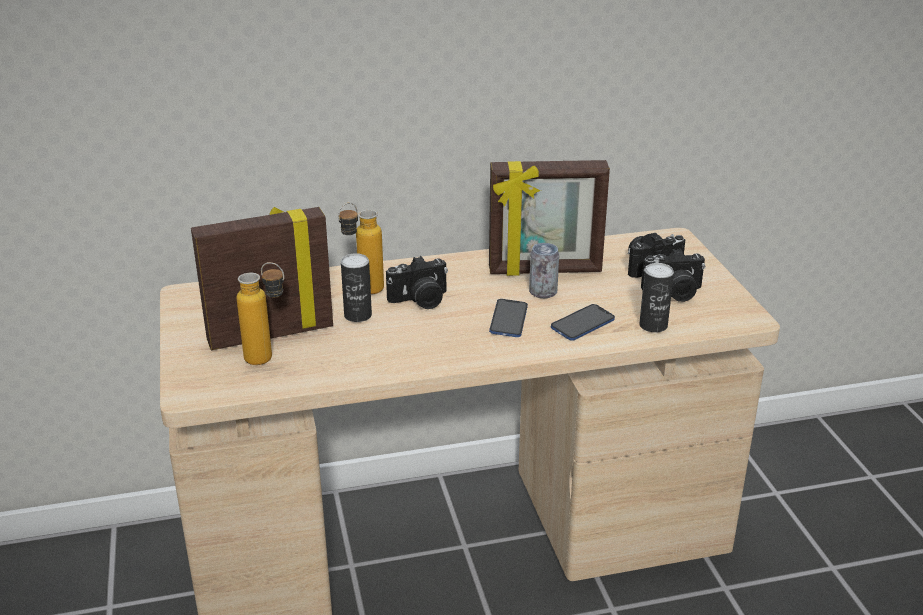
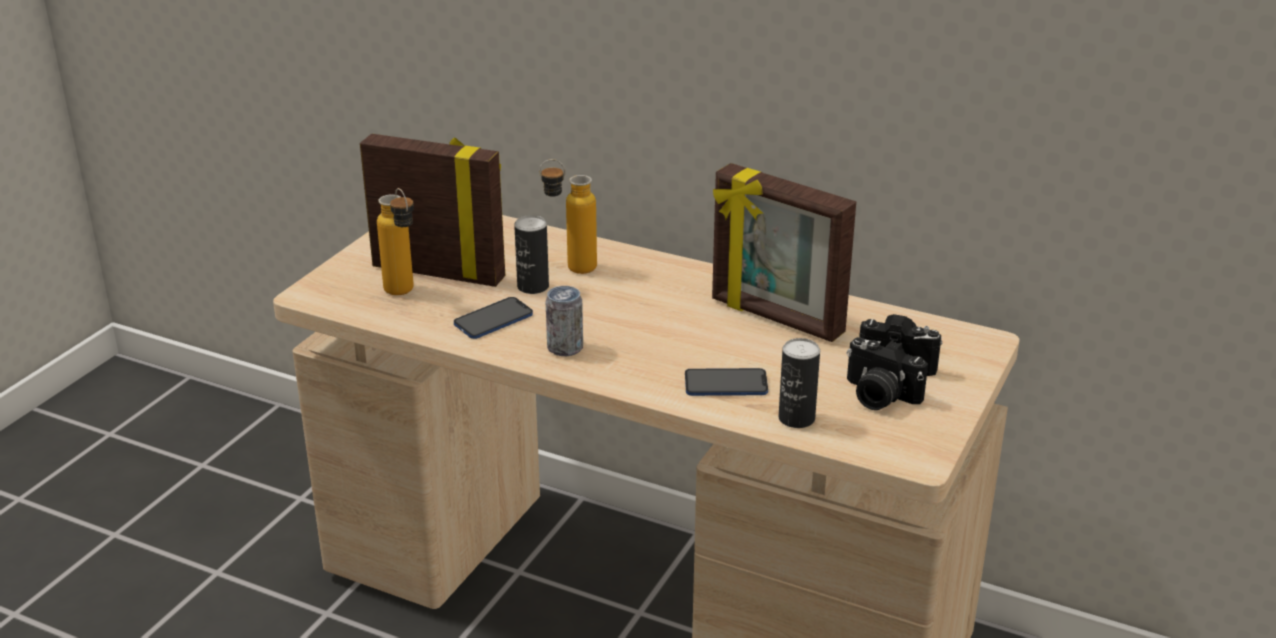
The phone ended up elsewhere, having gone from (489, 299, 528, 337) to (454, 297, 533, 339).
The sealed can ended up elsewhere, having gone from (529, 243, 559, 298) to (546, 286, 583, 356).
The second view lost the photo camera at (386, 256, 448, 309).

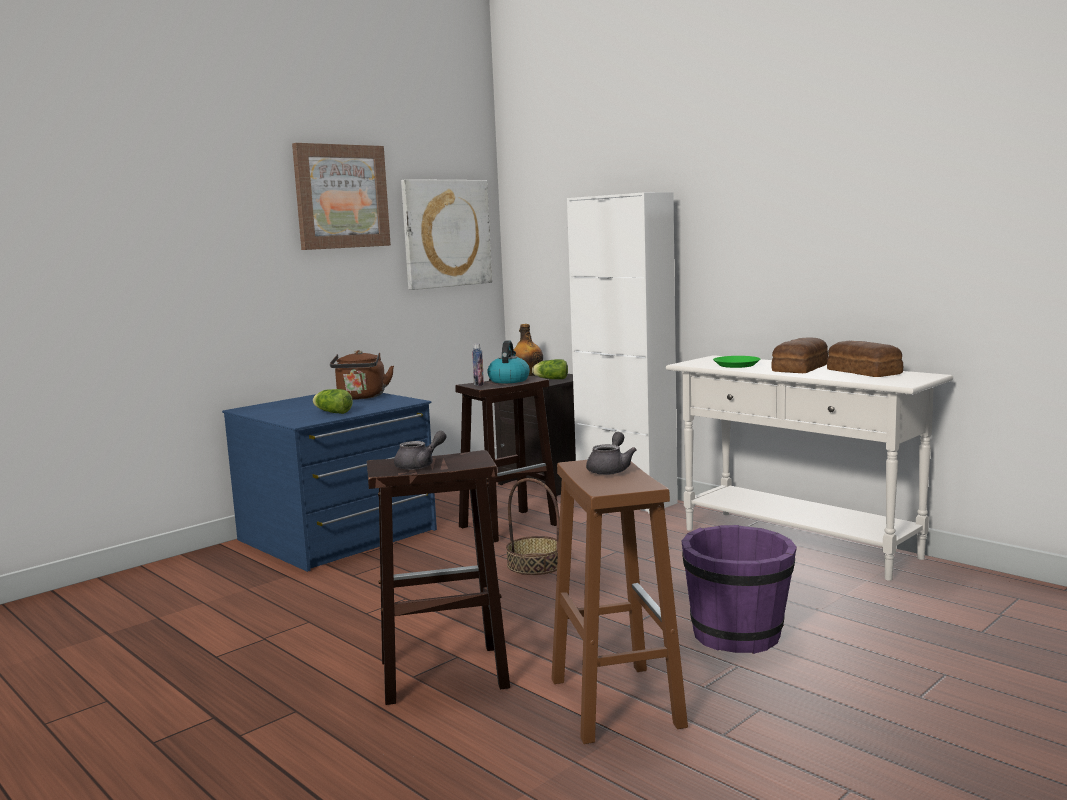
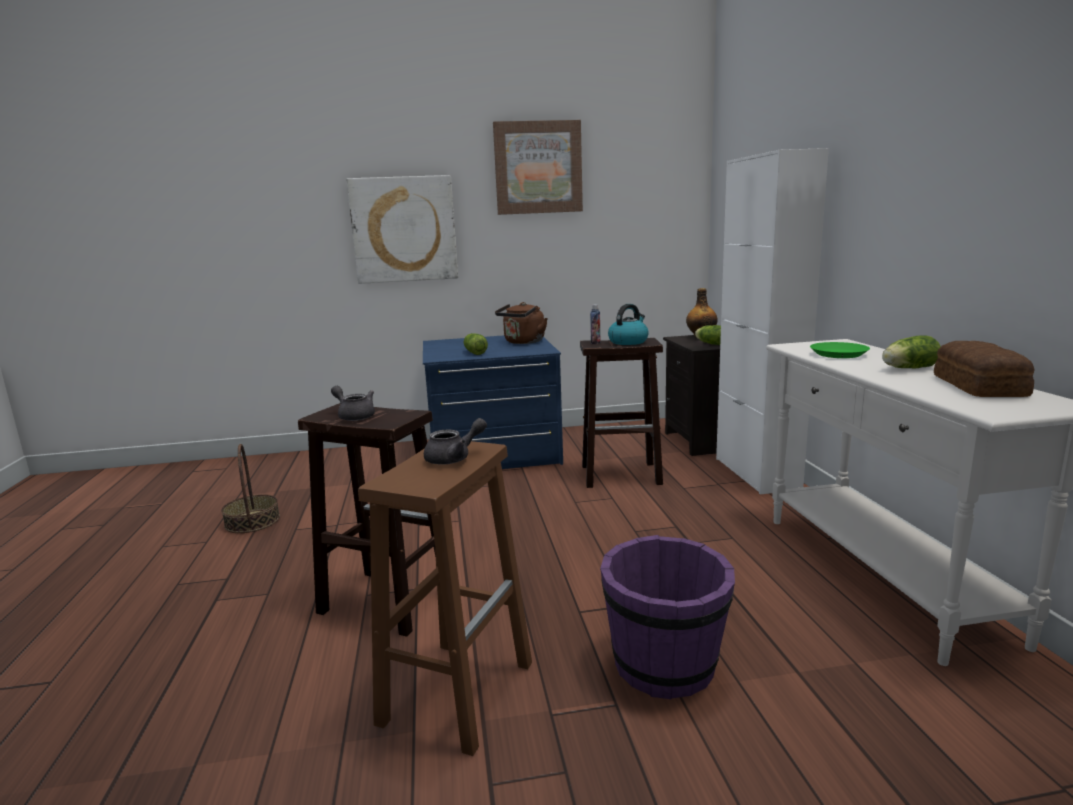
The storage basket ended up elsewhere, having gone from (506, 478, 560, 575) to (221, 444, 280, 533).
The grey pot for tea at (394, 431, 447, 470) ended up facing another way, 135 degrees counterclockwise from before.
The wall picture ended up elsewhere, having gone from (401, 179, 492, 290) to (346, 175, 458, 284).
Where the bread stood at (771, 338, 828, 373), the lettuce came to stand at (882, 335, 941, 369).

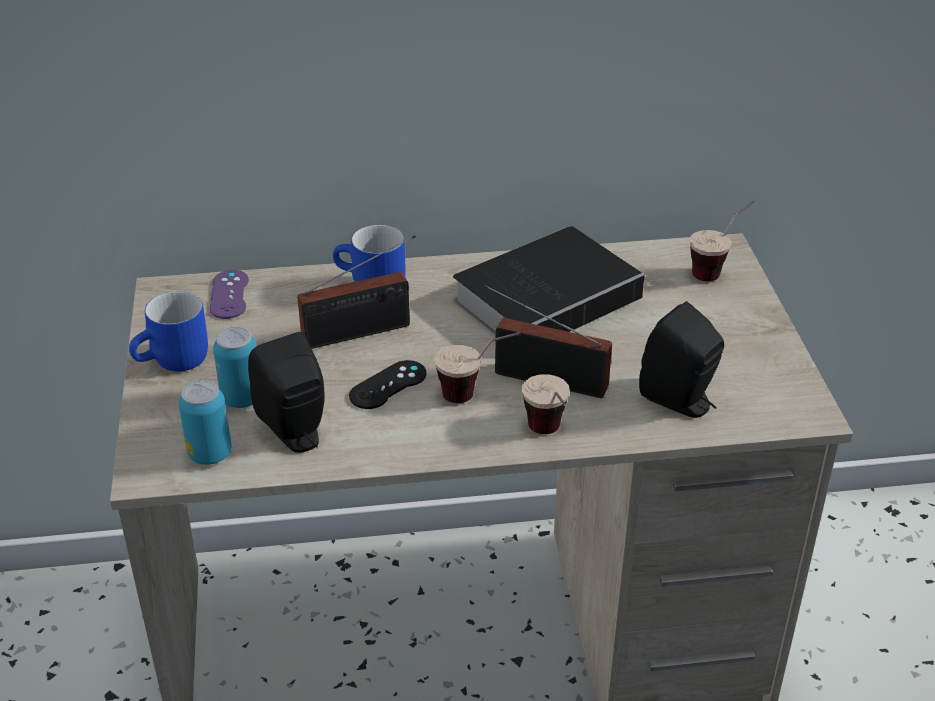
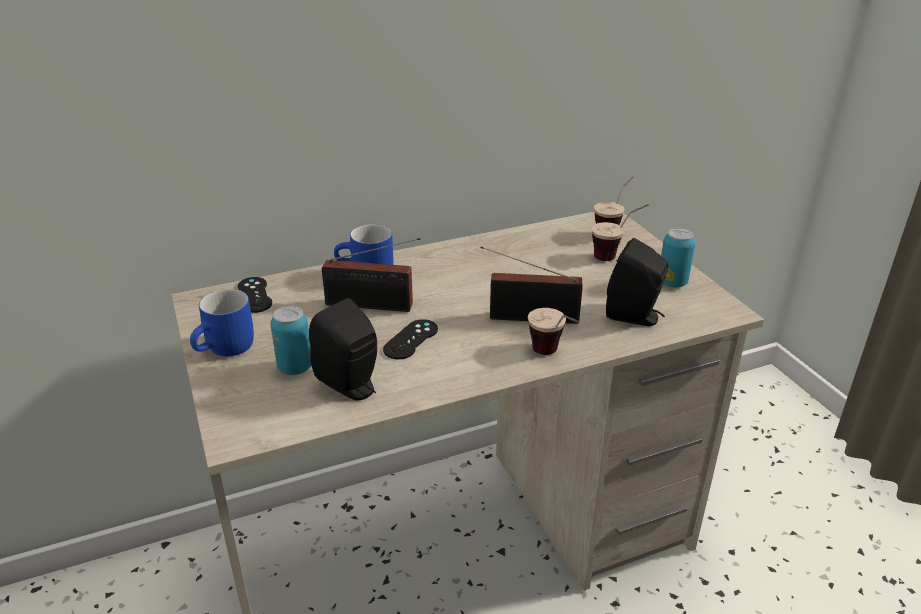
What was the purple joypad at (210, 270, 249, 319) turned into the blackish joypad at (238, 277, 272, 313).
The radio at (297, 235, 416, 349) ended up facing another way, 45 degrees clockwise from before.
The cup ended up elsewhere, having gone from (434, 332, 520, 403) to (592, 204, 649, 261).
The sealed can ended up elsewhere, having gone from (179, 380, 232, 465) to (661, 228, 695, 287).
The second view lost the volume at (453, 226, 659, 335).

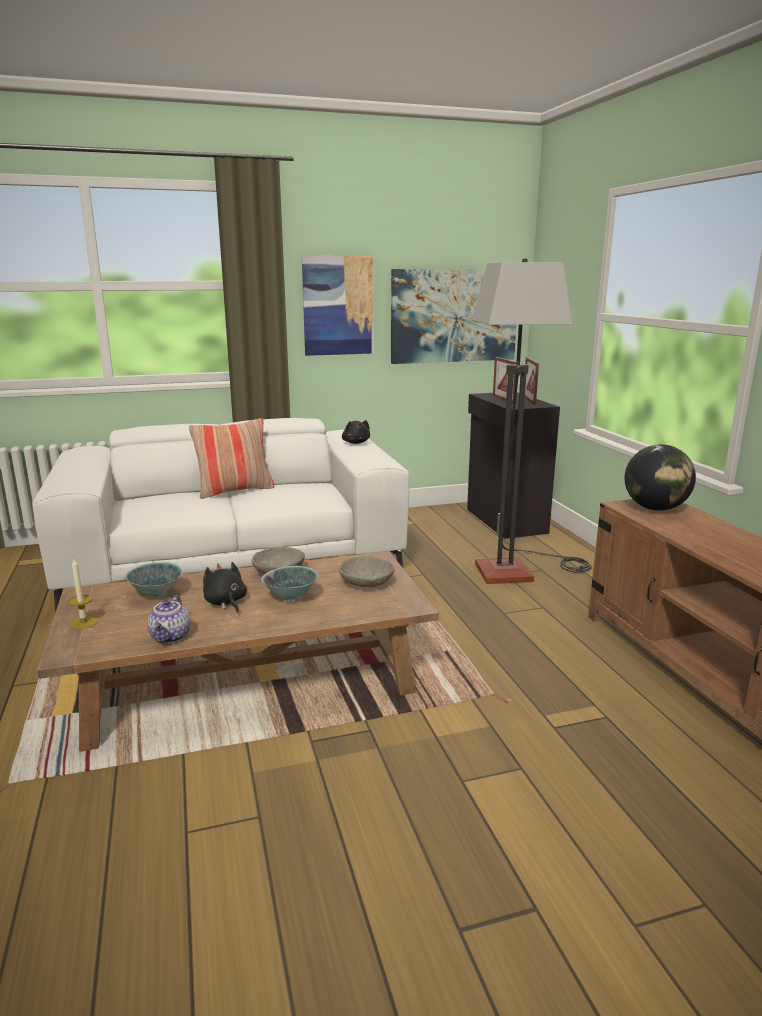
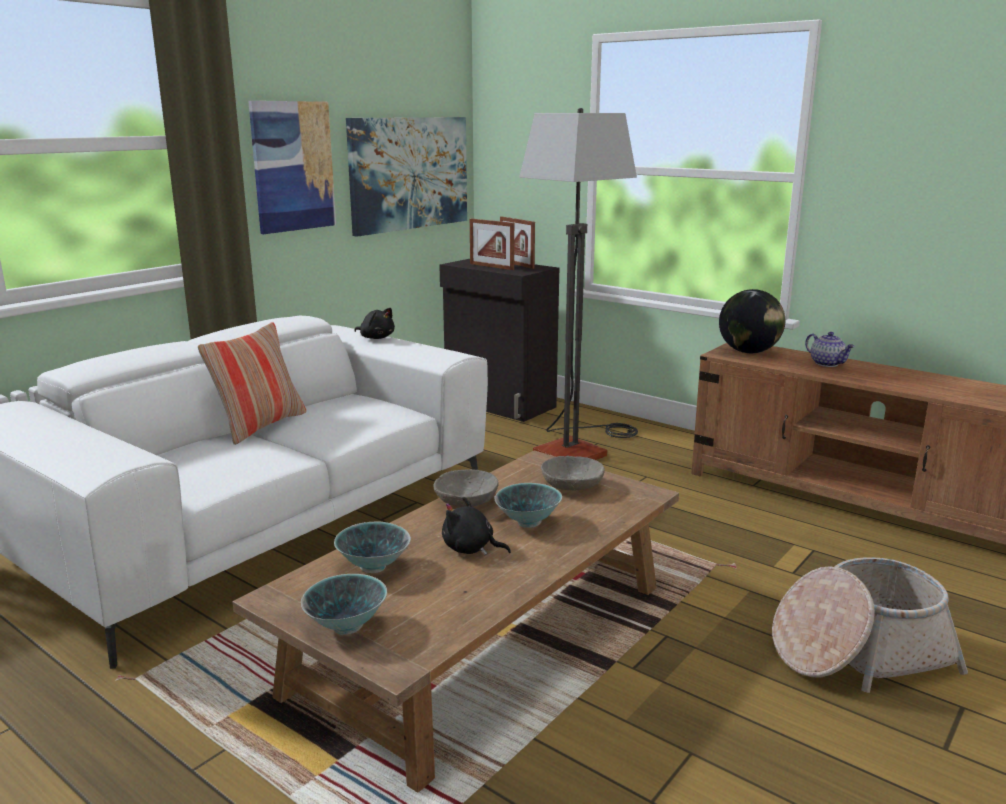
Where the candle stood at (68, 559, 98, 629), the serving bowl came to stand at (301, 574, 387, 635).
The second view gained the storage basket at (772, 557, 968, 693).
The pot for tea ended up elsewhere, having gone from (147, 595, 191, 643) to (805, 332, 855, 367).

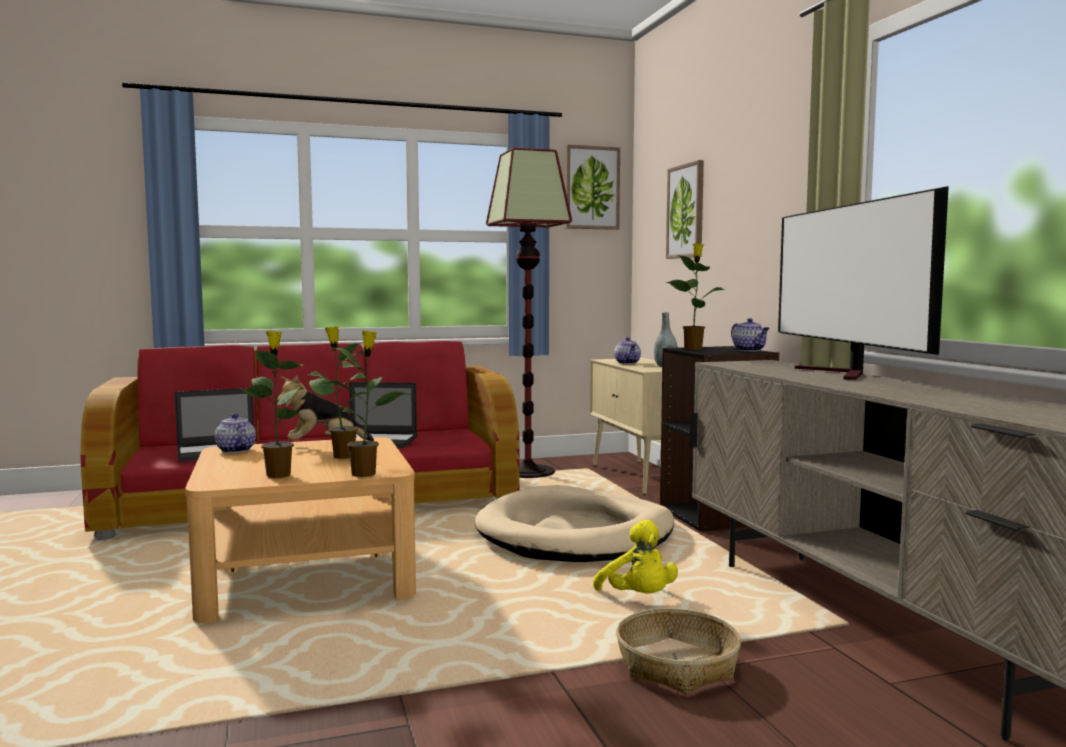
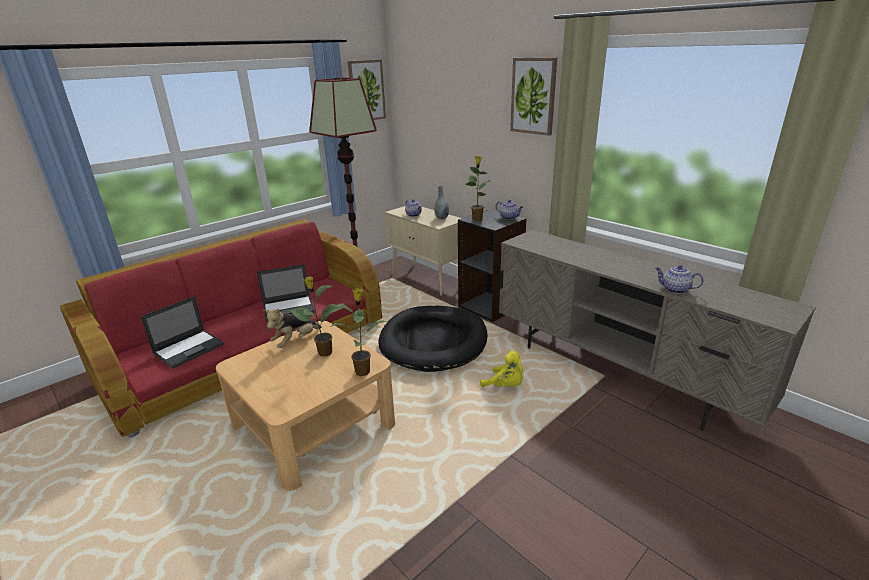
What was the beige pet bed at (475, 485, 674, 562) turned into the blackish pet bed at (378, 306, 487, 372).
The wall picture ended up elsewhere, having gone from (666, 160, 704, 259) to (510, 57, 557, 136).
The pot for tea ended up elsewhere, having gone from (215, 413, 256, 453) to (655, 265, 704, 294).
The second view lost the houseplant at (242, 331, 304, 478).
The second view lost the storage basket at (616, 608, 741, 694).
The second view lost the TV at (778, 186, 949, 380).

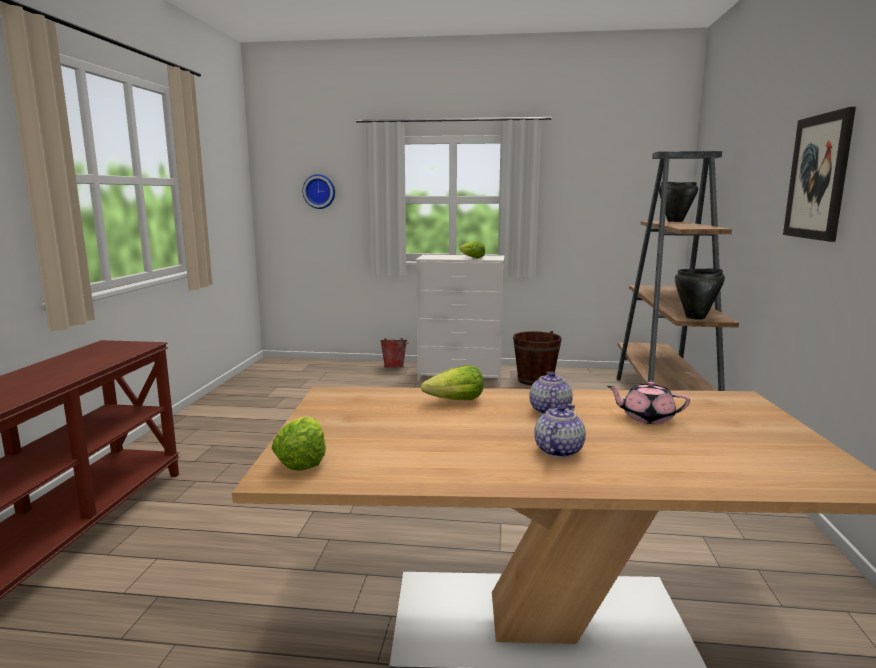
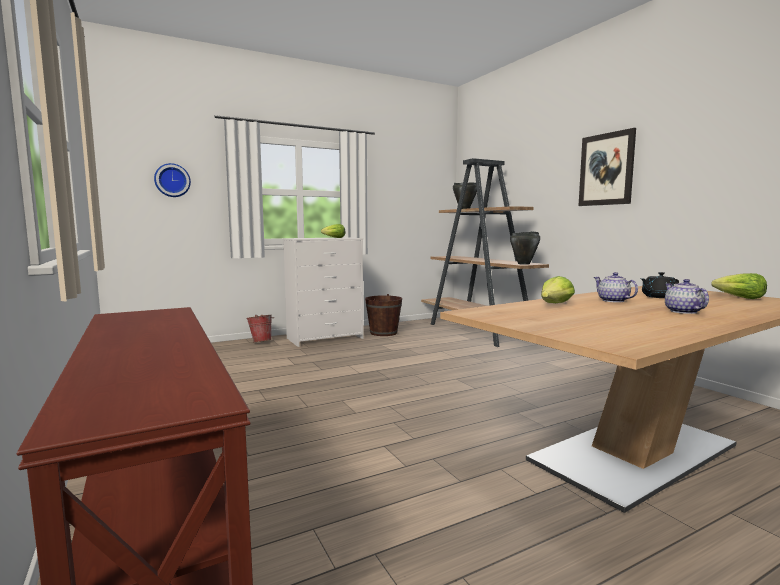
What was the pinkish pot for tea at (607, 381, 690, 424) turned into the blackish pot for tea at (641, 272, 679, 298).
The lettuce ended up elsewhere, having gone from (272, 416, 326, 471) to (711, 273, 767, 299).

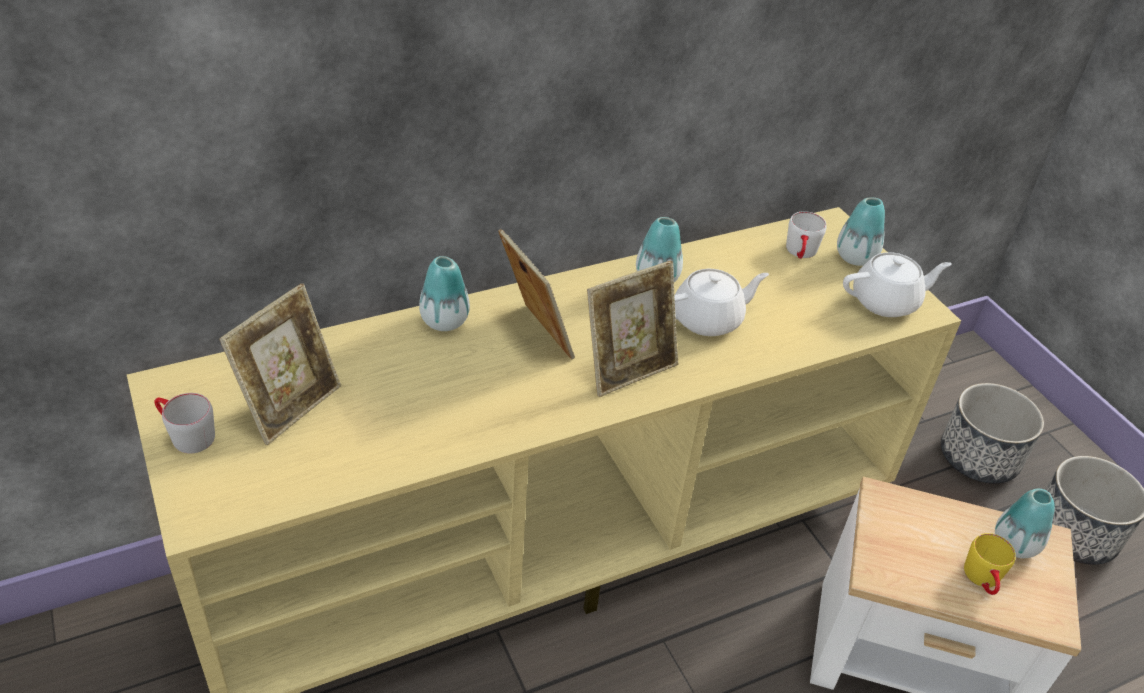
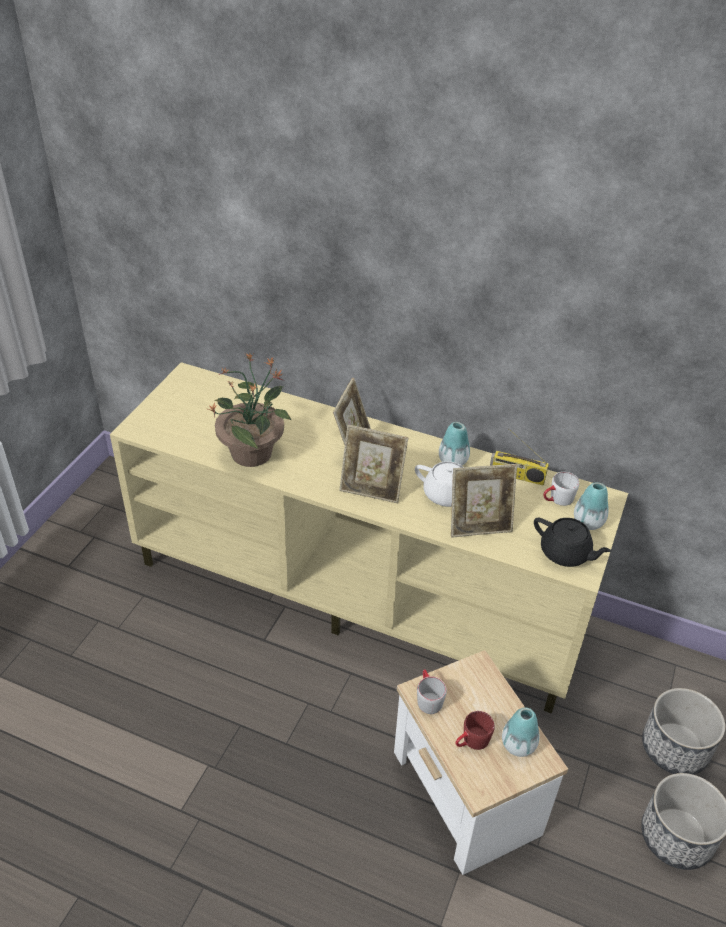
The second view gained the houseplant at (208, 354, 291, 467).
The grey tea mug ended up elsewhere, having gone from (154, 393, 215, 454) to (417, 670, 447, 714).
The standing frame ended up elsewhere, having gone from (219, 283, 341, 445) to (451, 464, 517, 537).
What was the yellowish tea mug at (964, 533, 1016, 595) turned into the red-coloured tea mug at (456, 711, 495, 750).
The second view gained the radio at (490, 429, 549, 486).
What was the white pot for tea at (843, 252, 952, 317) turned into the blackish pot for tea at (534, 518, 612, 567).
The second view lost the vase at (419, 256, 470, 331).

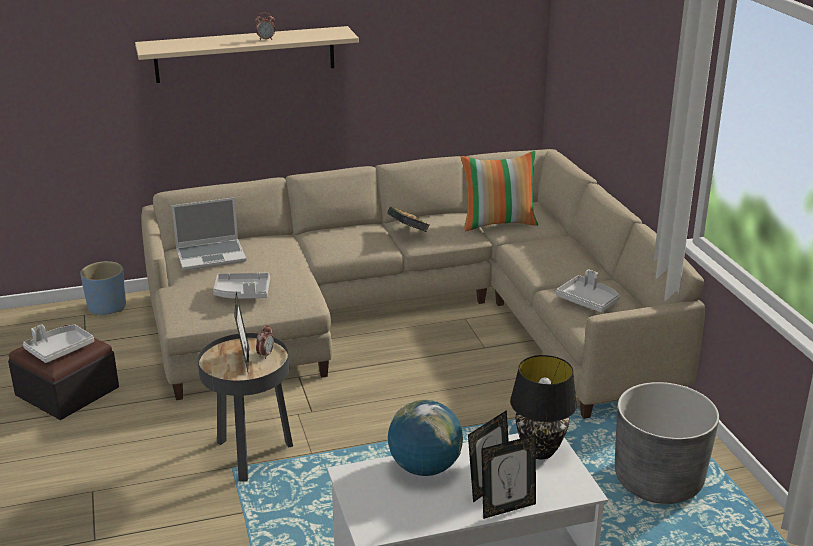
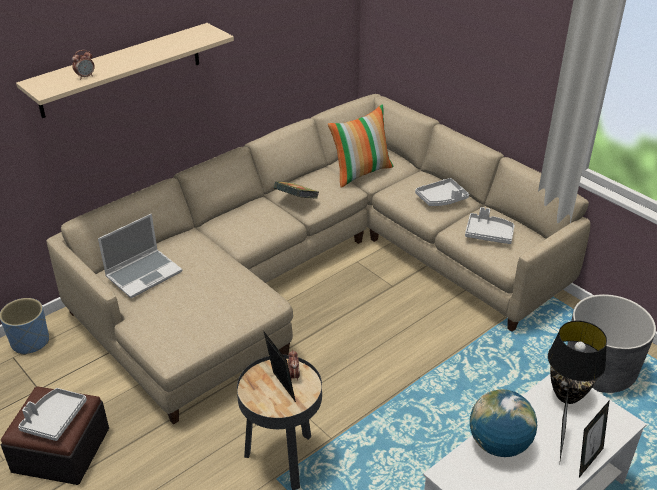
The bedside clock ended up elsewhere, having gone from (255, 13, 275, 40) to (72, 50, 95, 78).
The grey carrying tray ended up elsewhere, having gone from (213, 272, 270, 299) to (415, 178, 469, 206).

